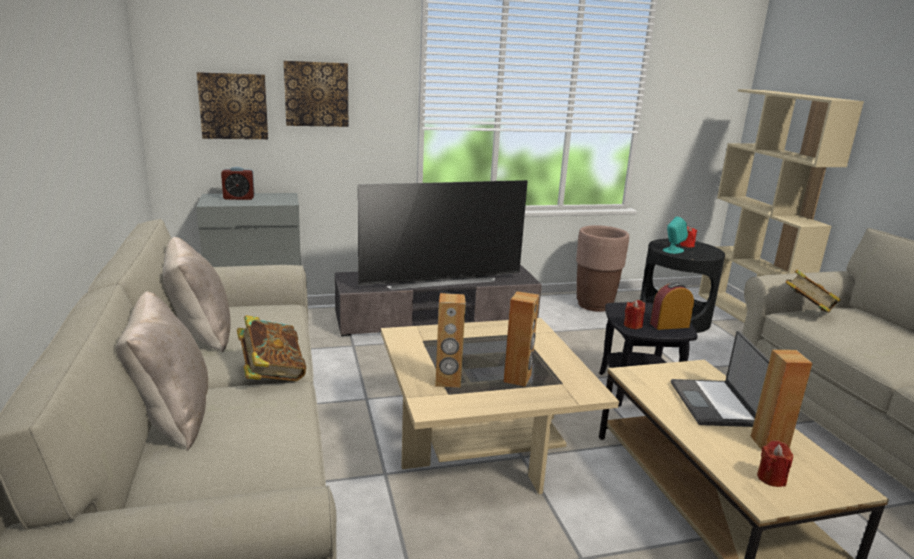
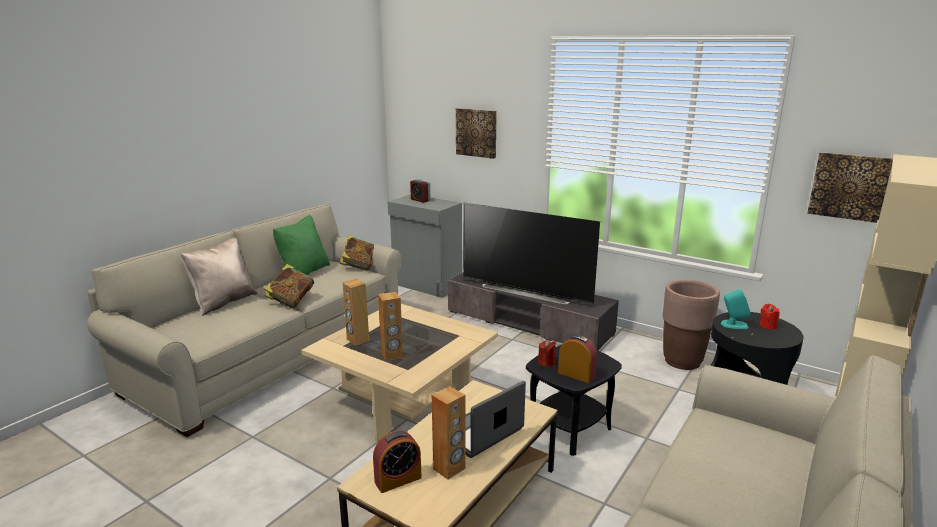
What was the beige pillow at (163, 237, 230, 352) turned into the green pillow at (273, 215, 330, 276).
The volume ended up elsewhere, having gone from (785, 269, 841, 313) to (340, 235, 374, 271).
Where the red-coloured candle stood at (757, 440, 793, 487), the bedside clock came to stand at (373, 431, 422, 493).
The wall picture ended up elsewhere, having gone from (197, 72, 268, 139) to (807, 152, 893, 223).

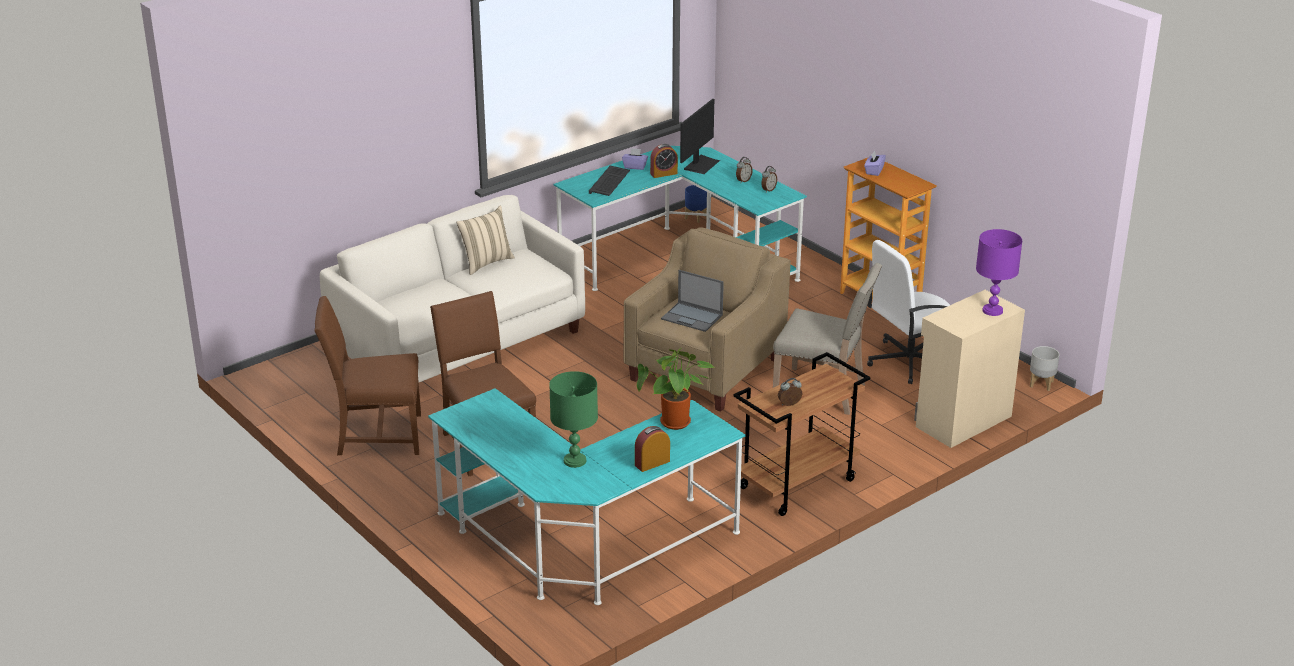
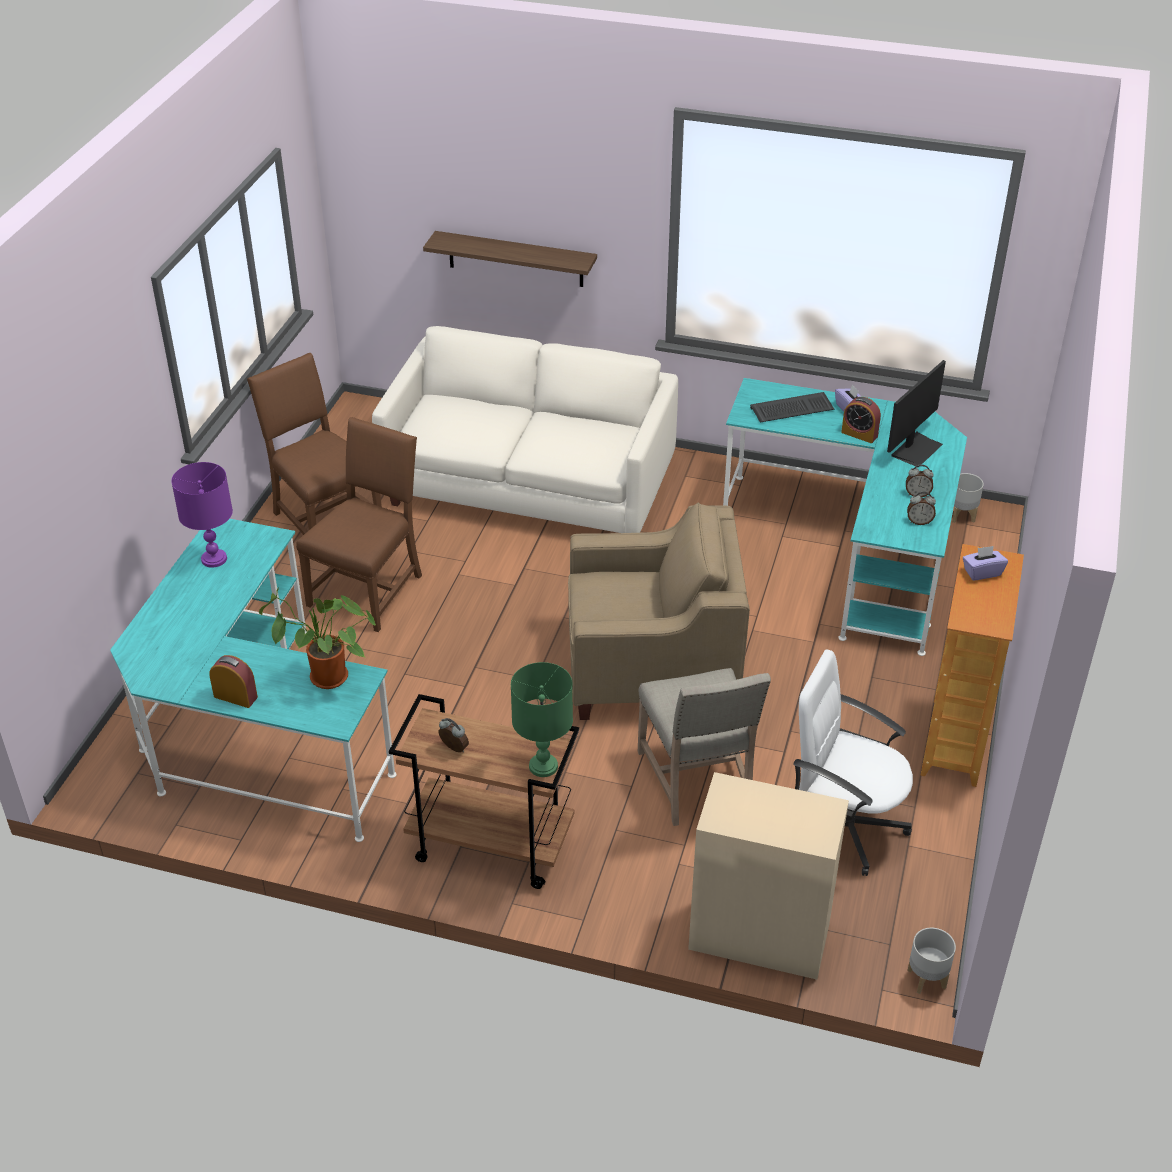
The purple tabletop lamp ended up elsewhere, having gone from (976, 229, 1022, 316) to (171, 462, 233, 568).
The second view gained the wall shelf at (423, 231, 597, 287).
The green tabletop lamp ended up elsewhere, having gone from (549, 371, 598, 468) to (511, 662, 573, 777).
The computer display at (680, 99, 720, 174) ended up facing another way, 45 degrees counterclockwise from before.
What was the blue-coloured flower pot at (685, 185, 707, 223) turned into the grey flower pot at (952, 473, 984, 523).
The second view lost the beige pillow at (456, 206, 515, 275).
The second view lost the portable computer at (661, 270, 724, 332).

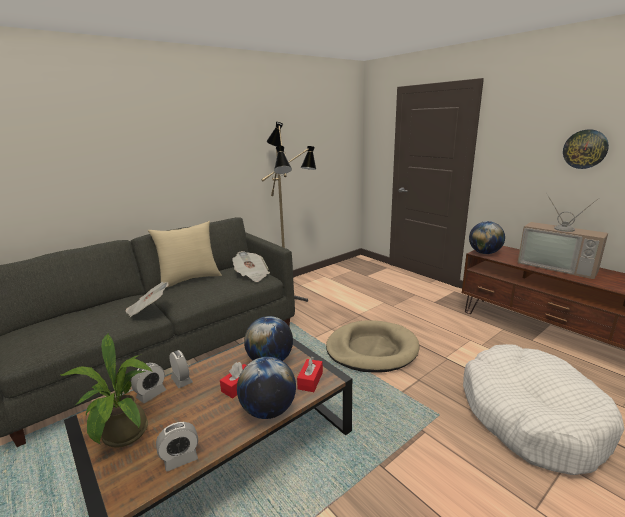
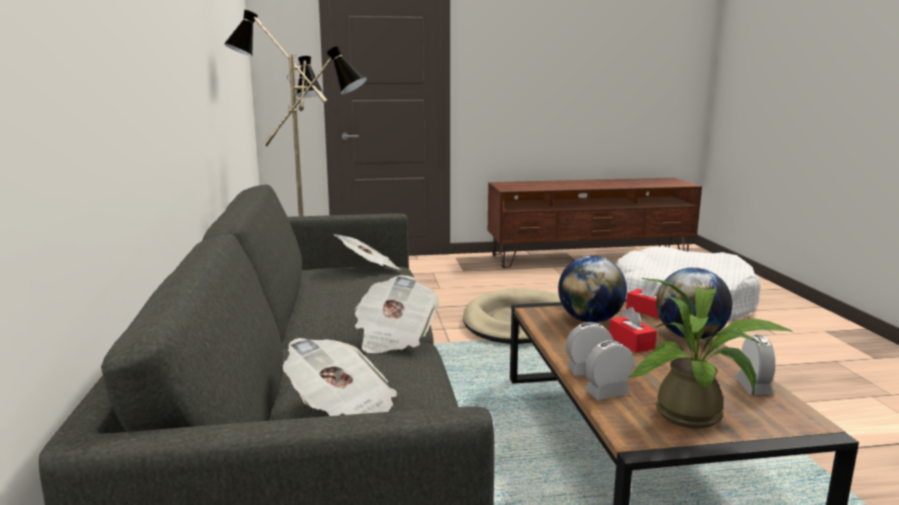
The second view gained the newspaper at (282, 338, 397, 416).
The bedside clock at (131, 363, 166, 403) ended up facing another way, 90 degrees counterclockwise from before.
The second view lost the beige pillow at (148, 221, 222, 288).
The second view lost the globe at (469, 221, 505, 254).
The second view lost the TV at (517, 193, 608, 279).
The second view lost the wall clock at (563, 130, 609, 169).

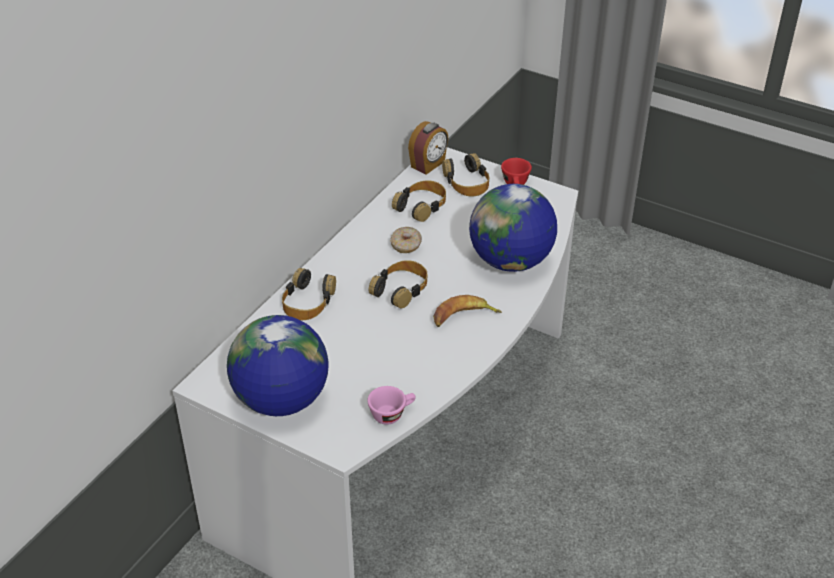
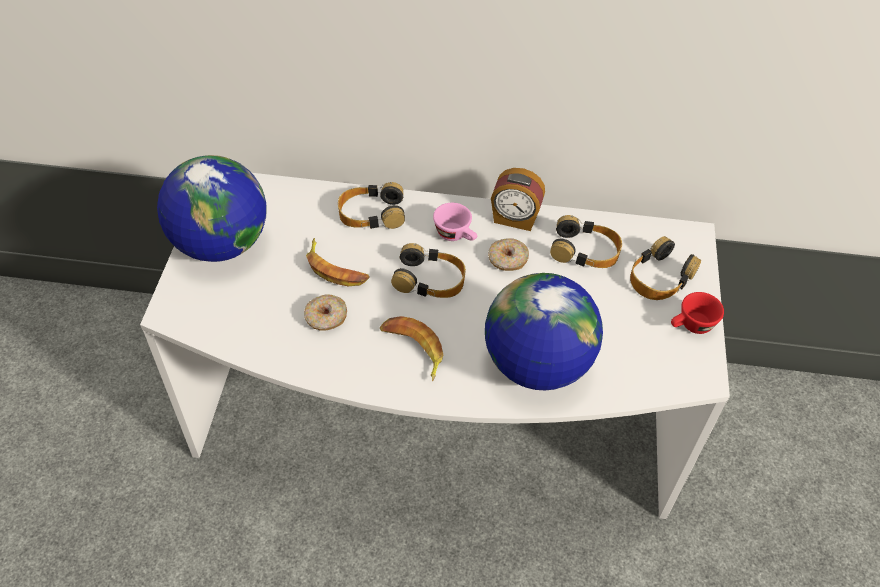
The second view gained the doughnut at (304, 294, 347, 331).
The second view gained the banana fruit at (306, 238, 370, 286).
The pinkish cup ended up elsewhere, having gone from (367, 386, 416, 425) to (433, 203, 477, 241).
The bedside clock ended up elsewhere, having gone from (408, 121, 449, 175) to (491, 168, 545, 231).

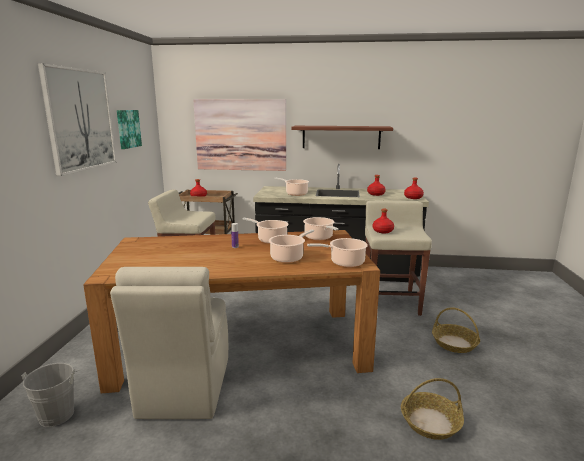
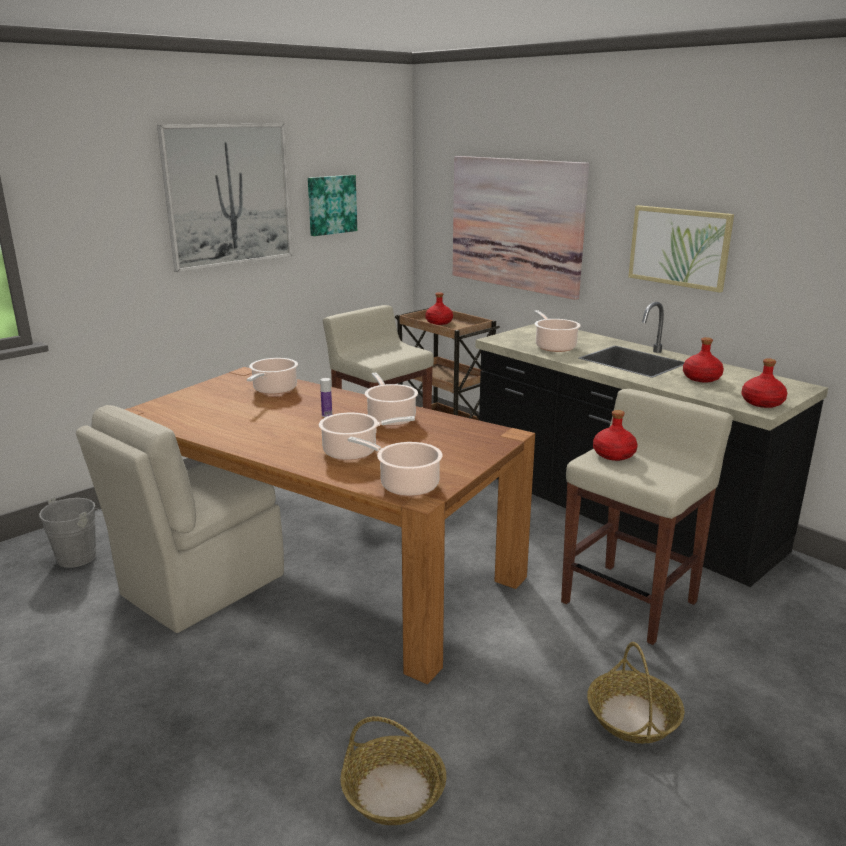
The cooking pot ended up elsewhere, having gone from (303, 217, 339, 240) to (247, 358, 298, 394).
Where the wall shelf hung at (291, 126, 393, 149), the wall picture came to hang at (628, 205, 734, 293).

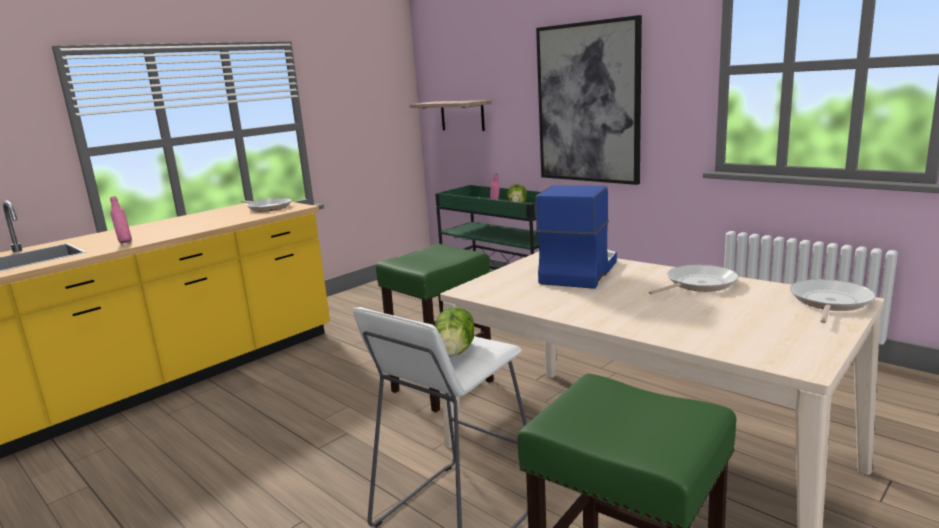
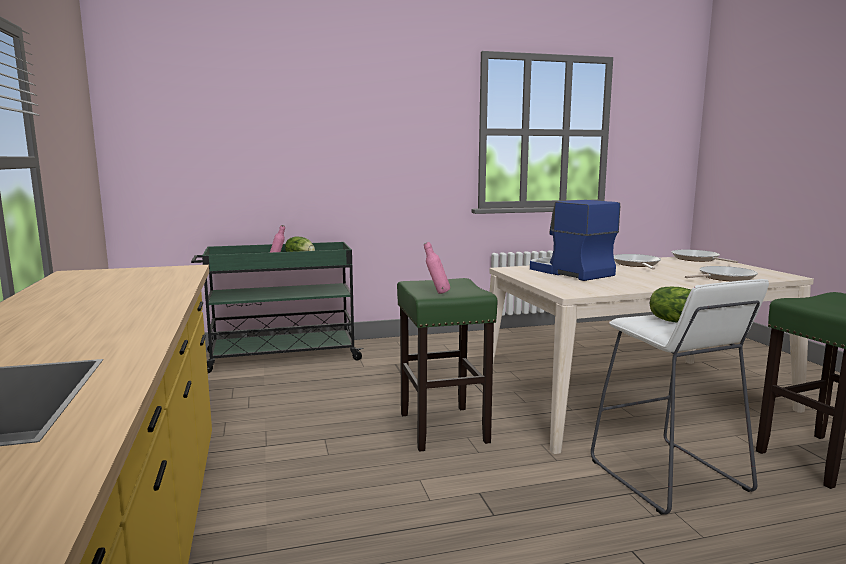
The pinkish bottle ended up elsewhere, having gone from (110, 196, 132, 243) to (424, 242, 450, 294).
The pan ended up elsewhere, having gone from (241, 198, 292, 212) to (685, 266, 758, 281).
The second view lost the wall shelf at (410, 100, 491, 131).
The second view lost the wall picture at (536, 15, 642, 185).

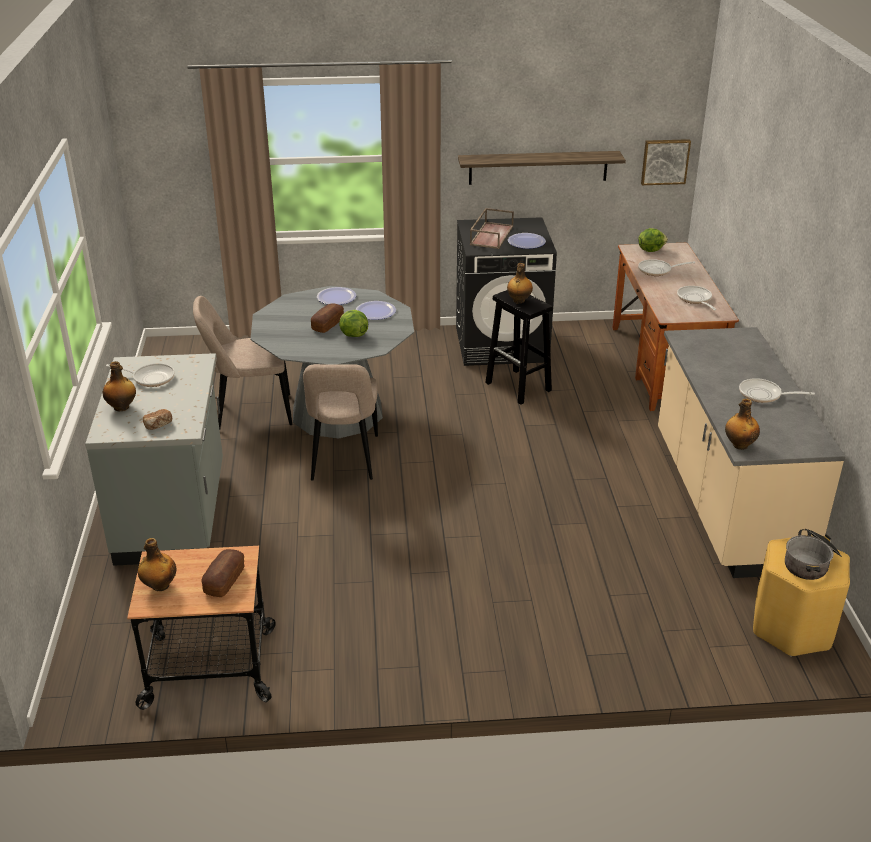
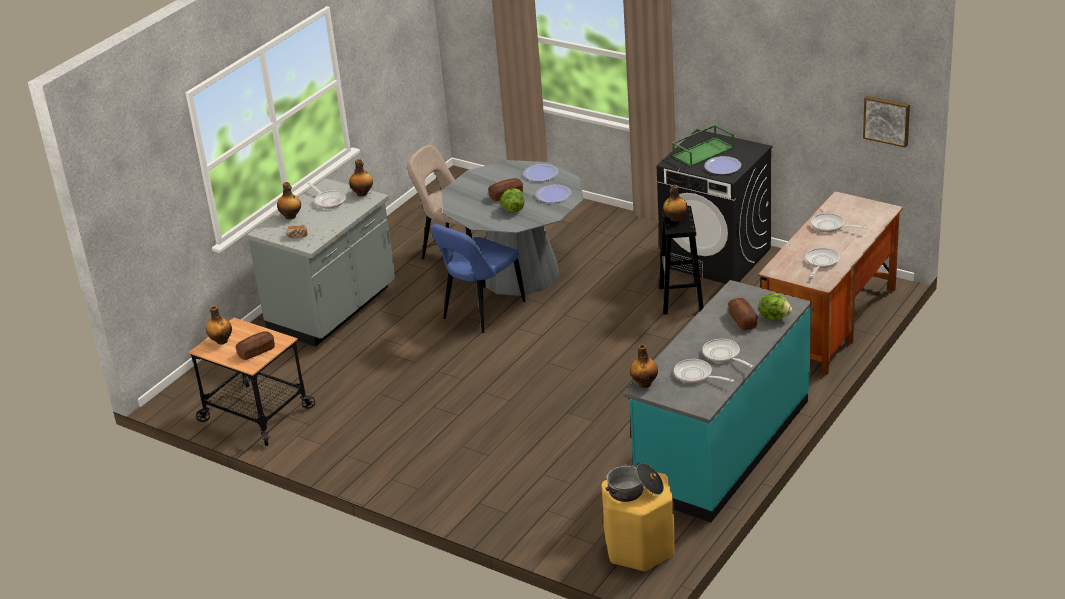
The second view gained the bottle at (349, 159, 373, 197).
What was the beige upright chair at (303, 364, 378, 481) turned into the blue-coloured upright chair at (430, 224, 525, 333).
What was the beige kitchen counter at (658, 327, 846, 578) turned into the blue-green kitchen counter at (623, 280, 811, 522).
What was the brown-coloured carrying tray at (470, 208, 514, 249) turned into the green carrying tray at (672, 125, 734, 167).
The second view gained the pan at (674, 359, 734, 383).
The second view gained the bread at (728, 298, 758, 330).
The lettuce ended up elsewhere, having gone from (638, 228, 668, 252) to (759, 293, 792, 320).
The second view lost the wall shelf at (458, 151, 626, 185).

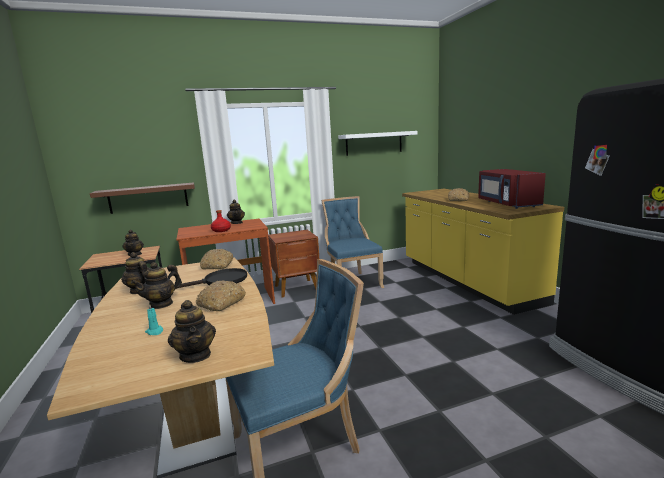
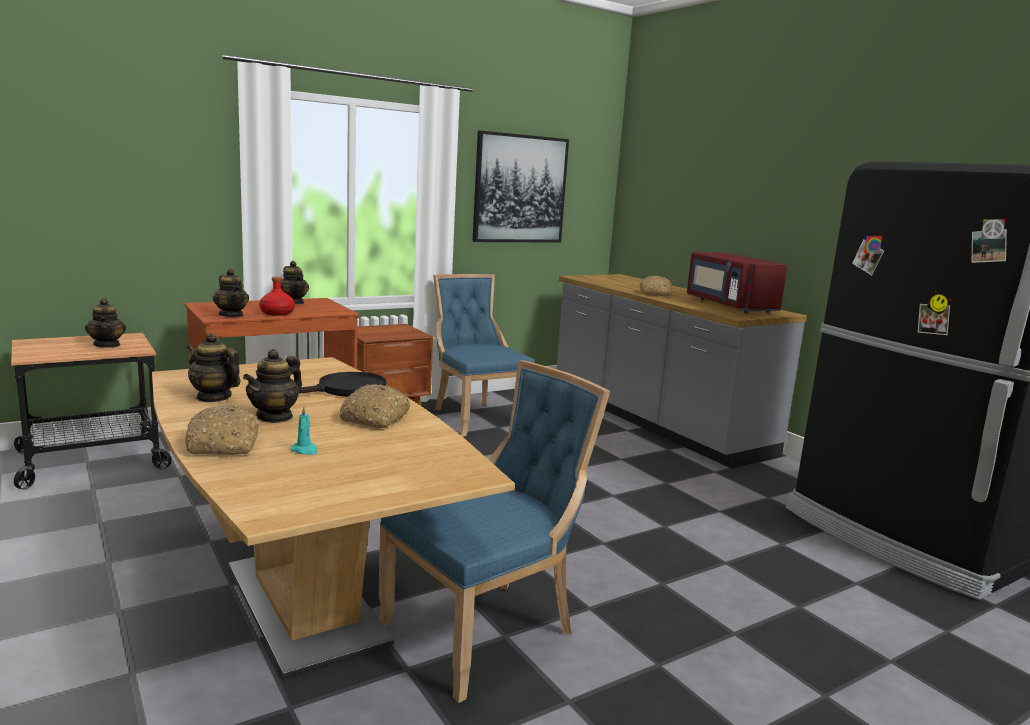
The bread ended up elsewhere, having gone from (200, 249, 233, 269) to (186, 406, 259, 455).
The pot for tea ended up elsewhere, having gone from (168, 300, 216, 363) to (213, 269, 249, 317).
Where the white wall shelf hung at (338, 131, 418, 156), the wall picture came to hang at (473, 131, 569, 243).
What was the yellowish kitchen counter at (402, 189, 564, 315) turned into the grey kitchen counter at (557, 274, 807, 469).
The second view lost the brown-coloured wall shelf at (90, 183, 195, 214).

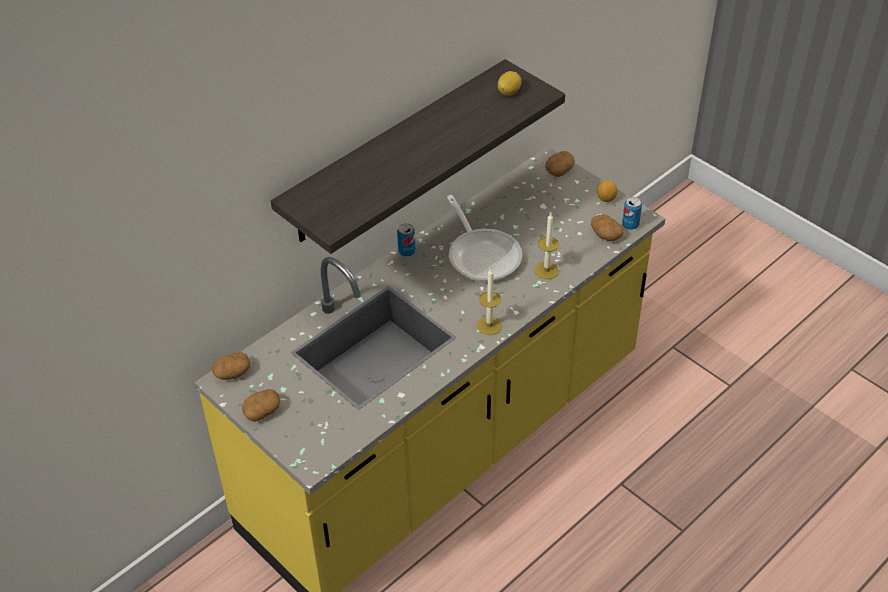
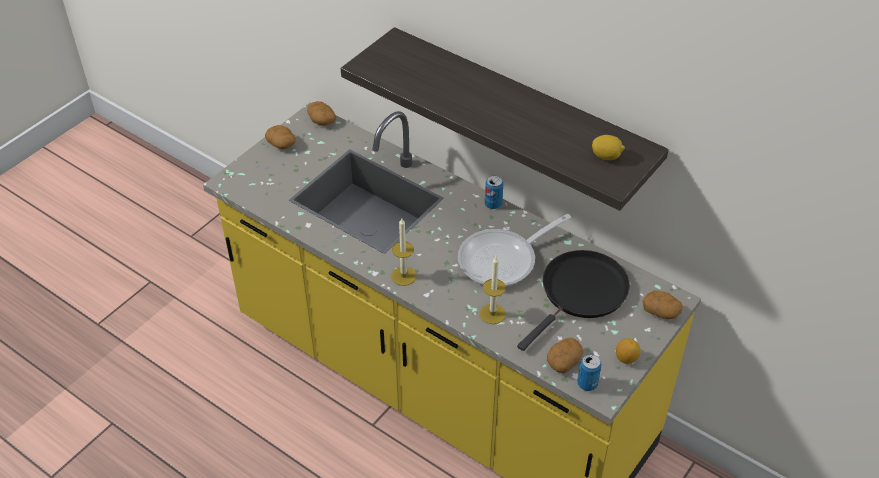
The second view gained the blackish pan at (517, 250, 630, 351).

